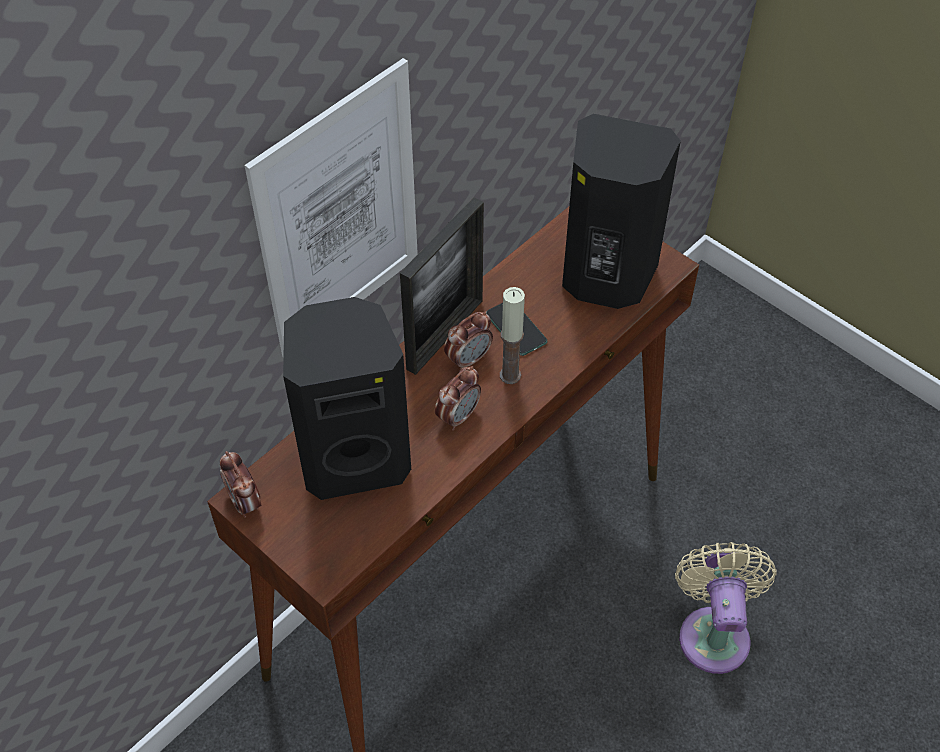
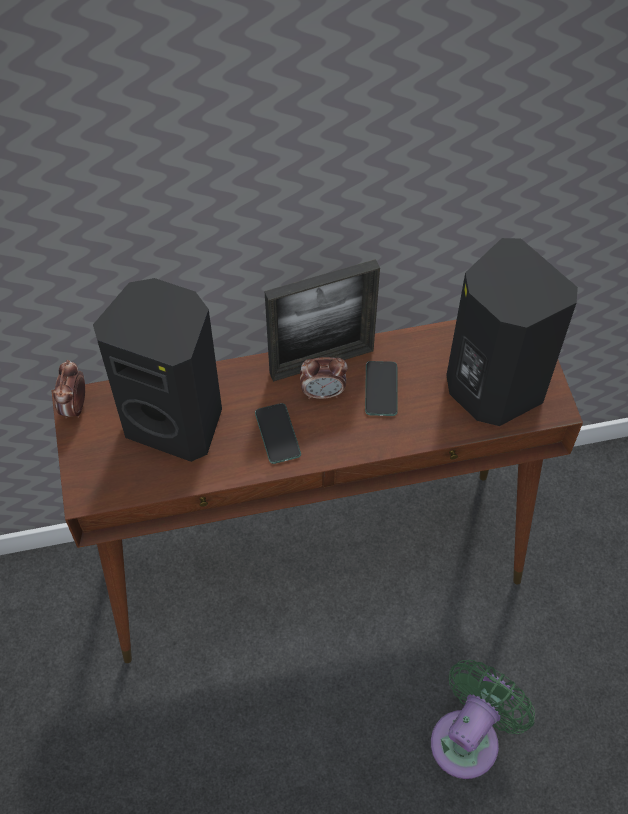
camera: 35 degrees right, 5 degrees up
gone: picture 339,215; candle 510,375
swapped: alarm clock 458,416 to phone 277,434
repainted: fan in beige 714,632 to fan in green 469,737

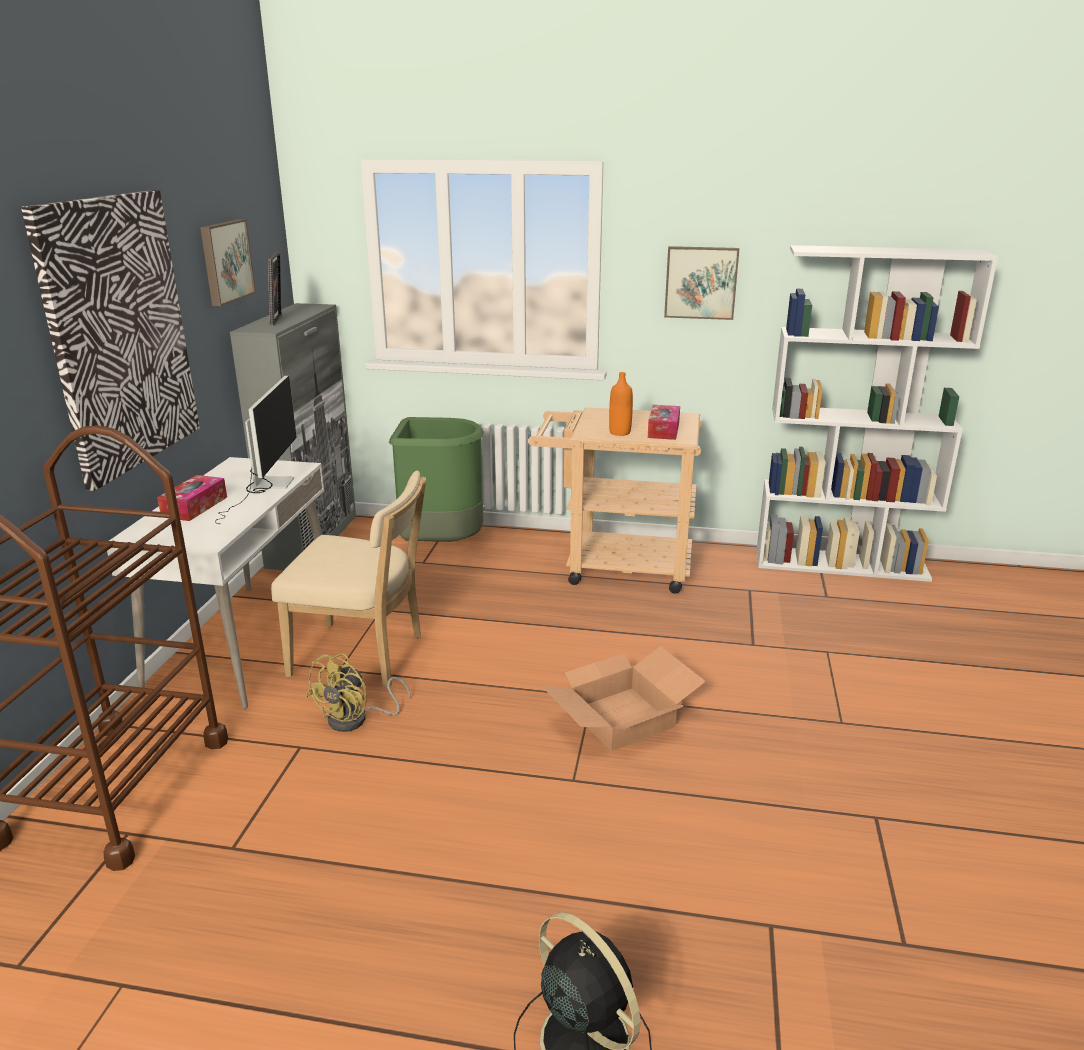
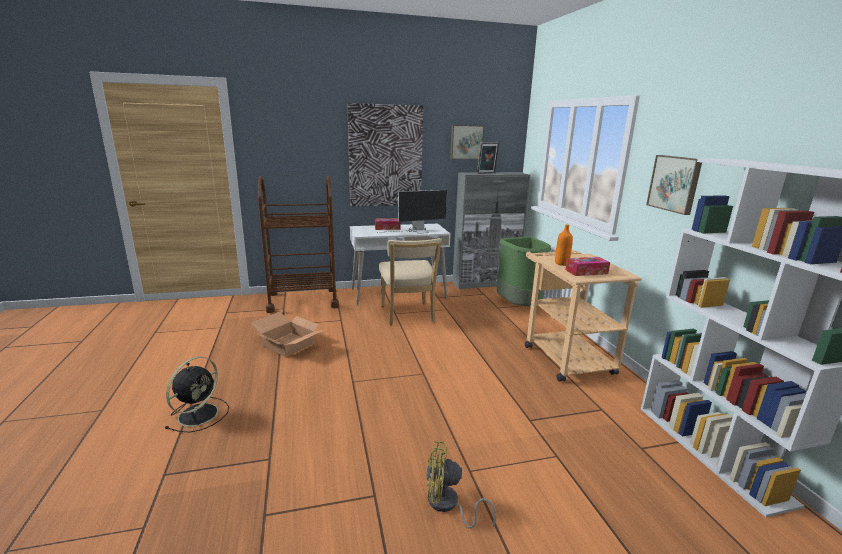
camera: 65 degrees right, 5 degrees down
shifted: cardboard box 622,717 to 289,344; fan in yellow 356,719 to 447,505

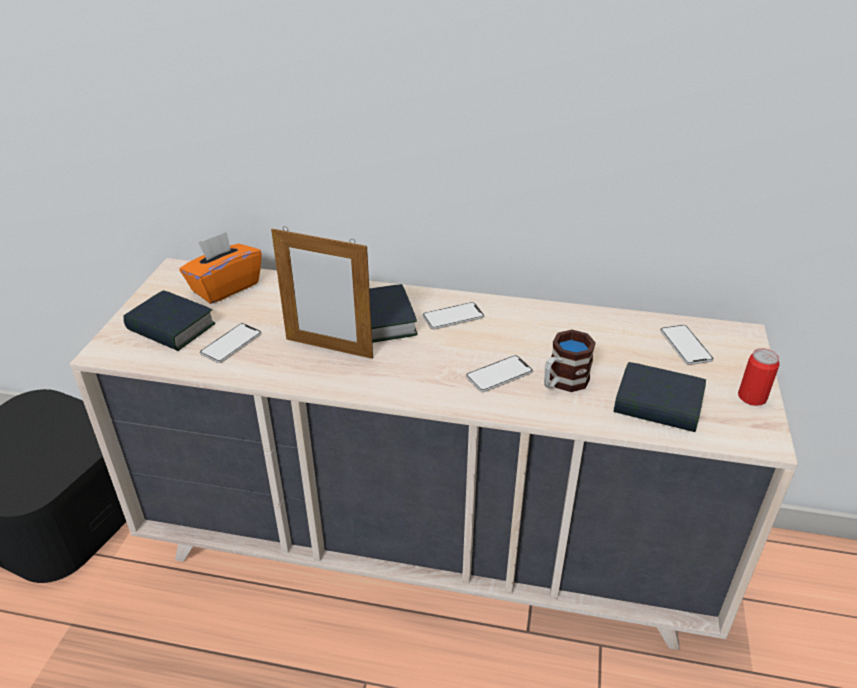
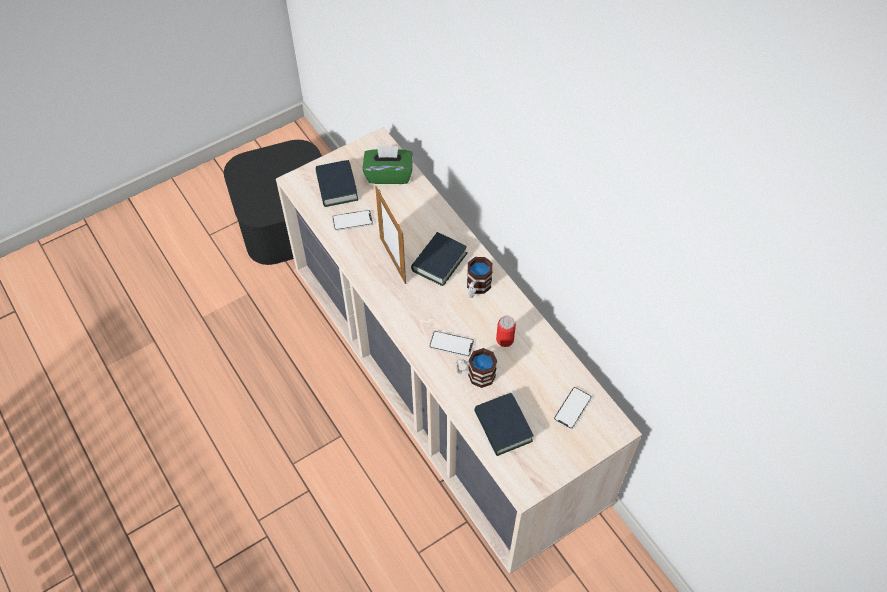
camera: 45 degrees right, 20 degrees up
shifted: can 752,397 to 505,339
swapped: phone 453,317 to mug 476,288
repainted: tissue box in orange 225,287 to tissue box in green 388,174

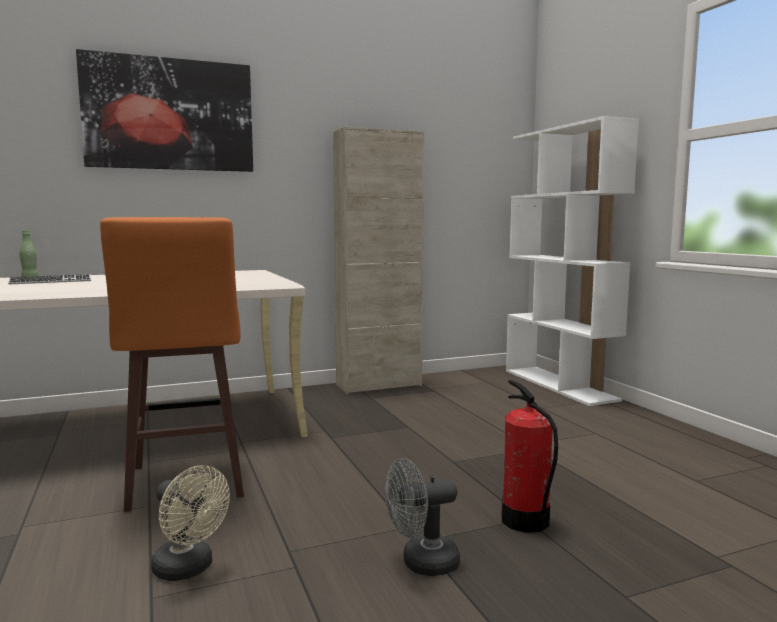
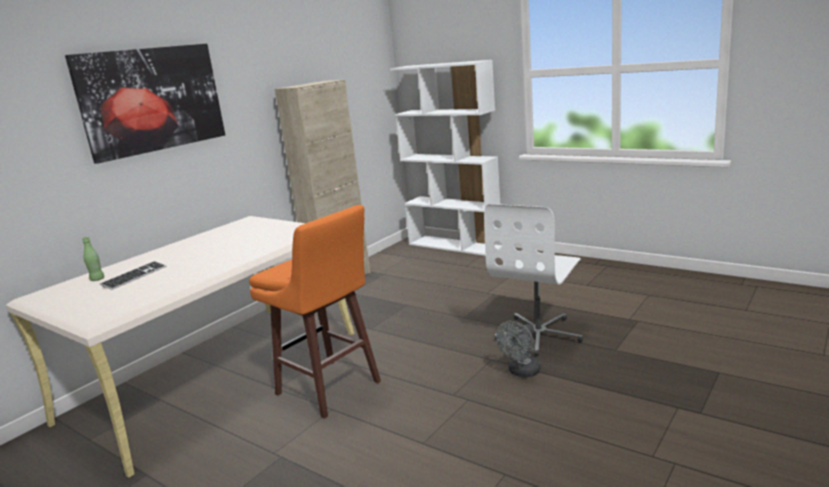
camera: 30 degrees left, 10 degrees up
gone: fan in beige 189,569
swapped: fire extinguisher 525,521 to office chair in white 539,334

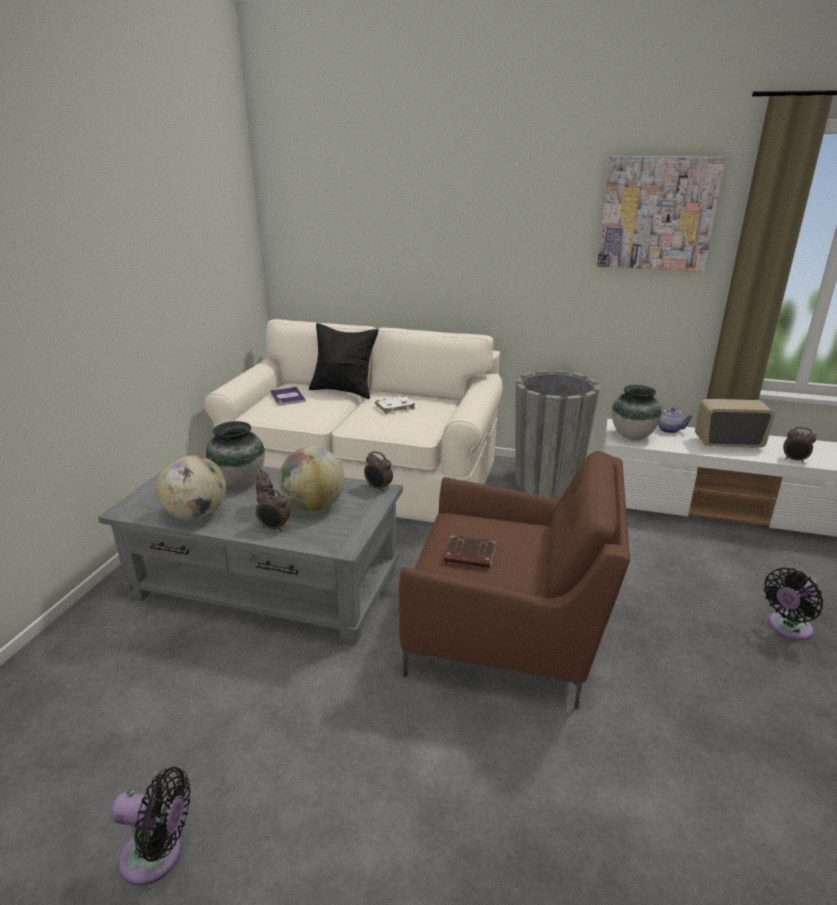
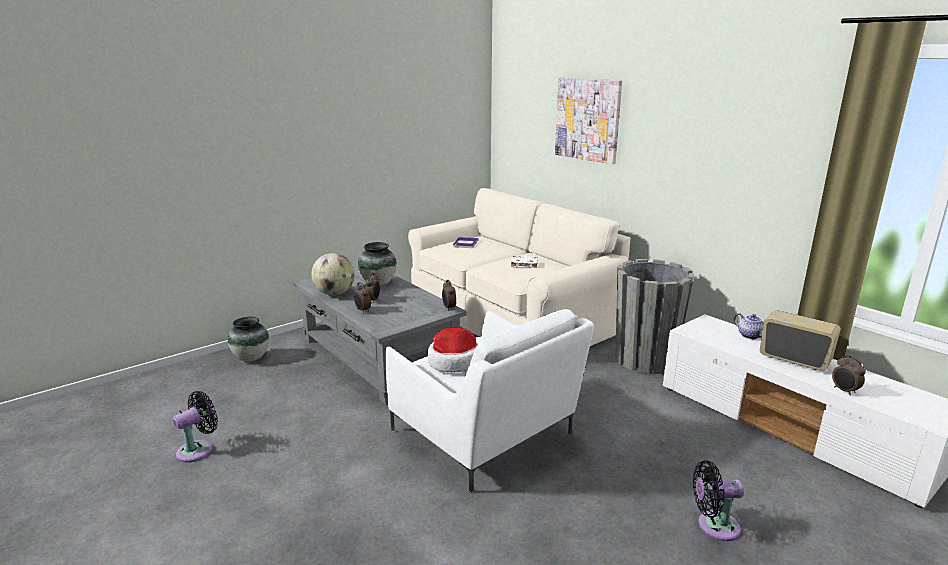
camera: 35 degrees right, 5 degrees down
gone: globe 314,506; pillow in black 344,391
shifted: vase 632,436 to 251,358; picture 657,214 to 587,119
swapped: book in brown 469,556 to hat 454,362
repainted: armchair in brown 510,631 to armchair in white 485,436
rotated: fan in black 158,856 = 198,450 90 degrees counterclockwise

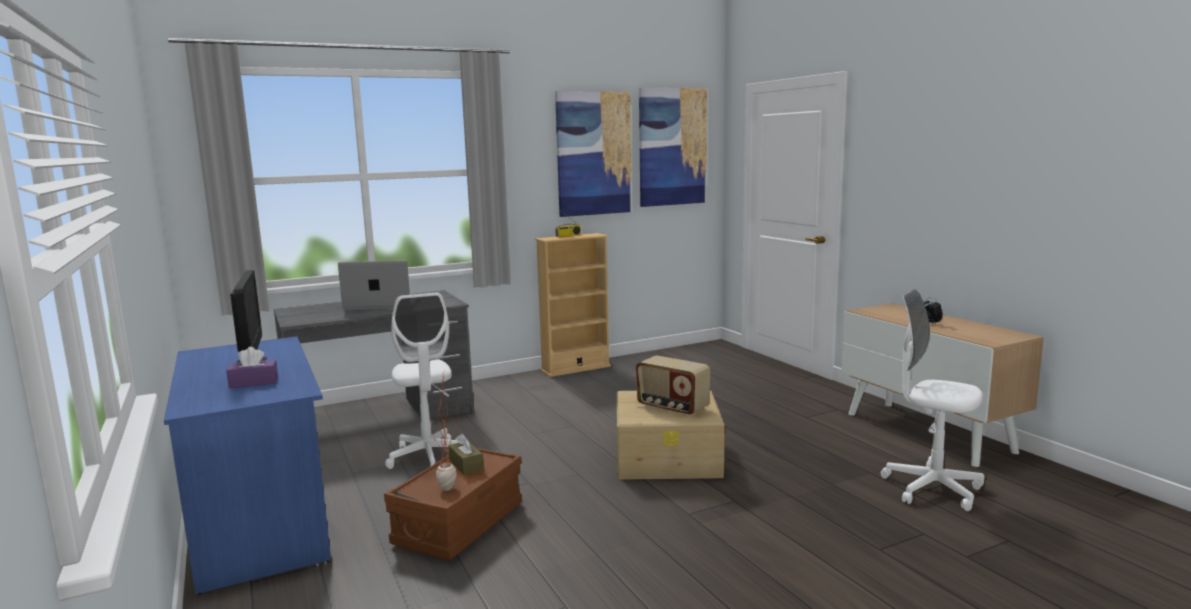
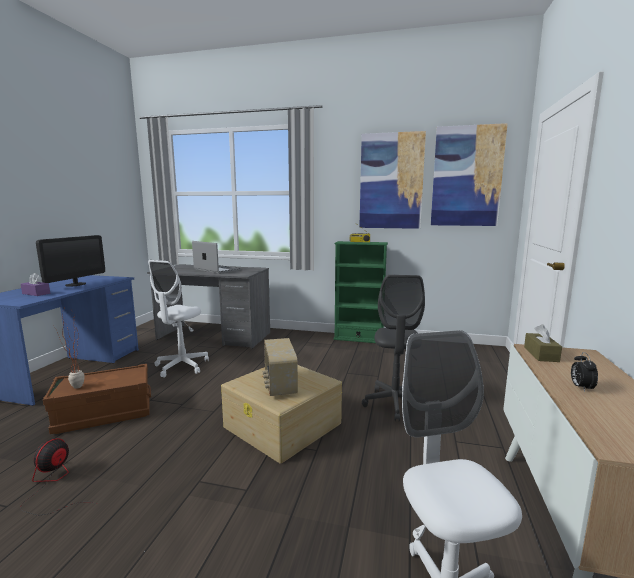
camera: 40 degrees right, 0 degrees up
new: fan 53,484; office chair in grey 395,404
shifted: tissue box in brown 466,465 to 541,354
repainted: bookcase in beige 576,368 to bookcase in green 358,339

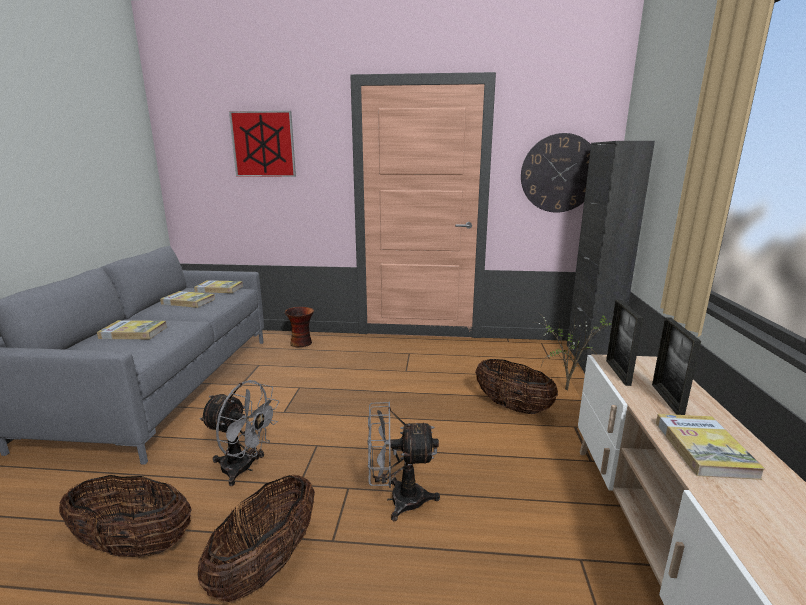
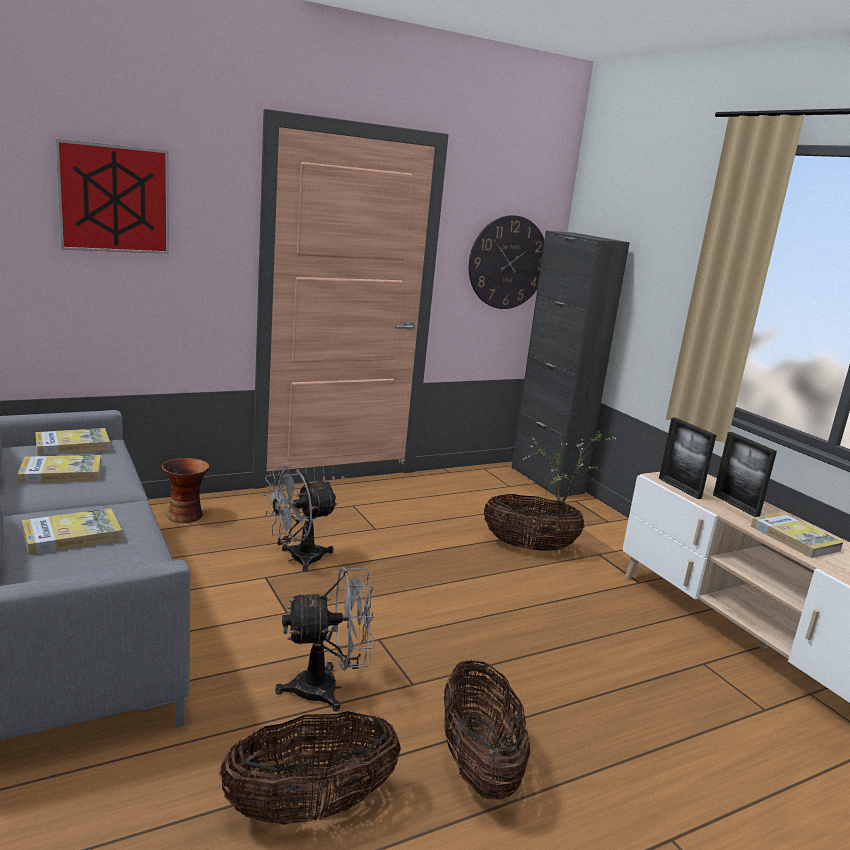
camera: 35 degrees left, 0 degrees up
shifted: fan in grey 398,500 to 298,559

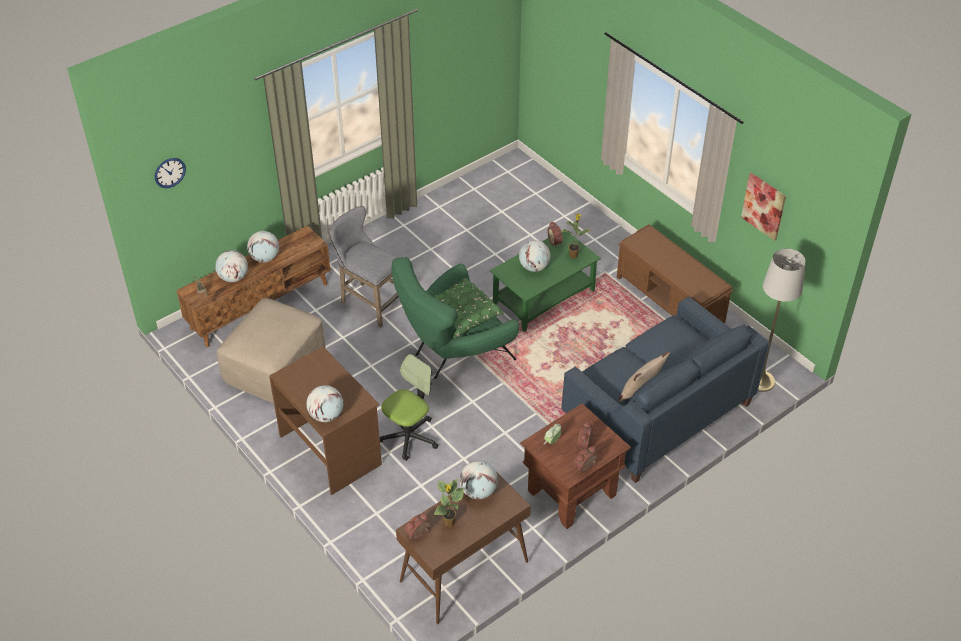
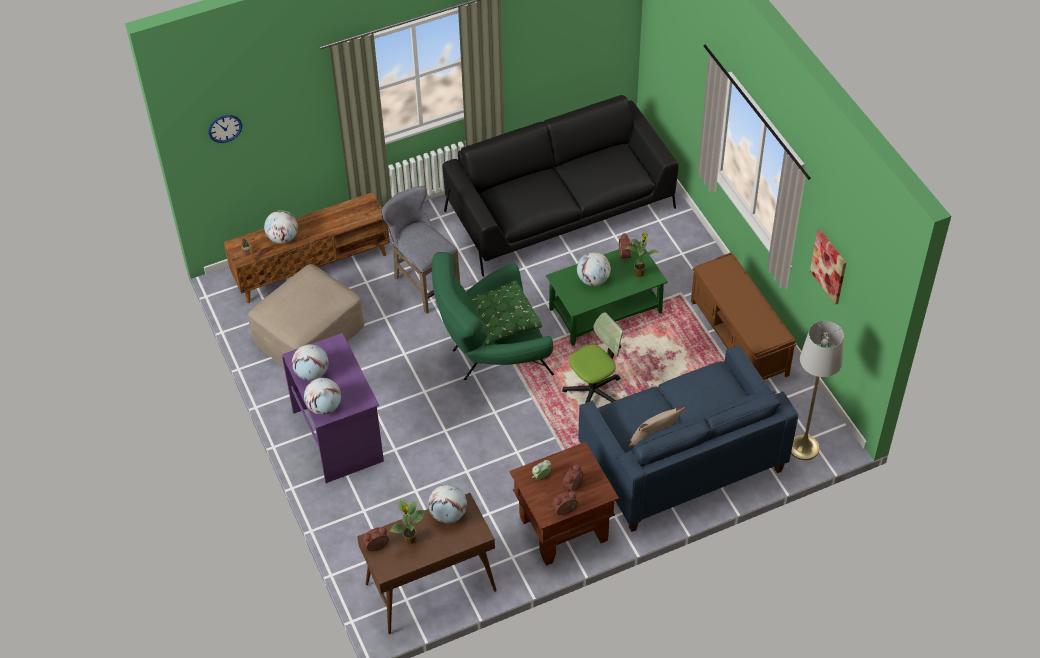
camera: 15 degrees right, 5 degrees up
new: sofa in black 560,209
shifted: globe 265,258 to 312,373; office chair 409,436 to 594,392
repainted: desk in brown 331,450 to desk in purple 339,436

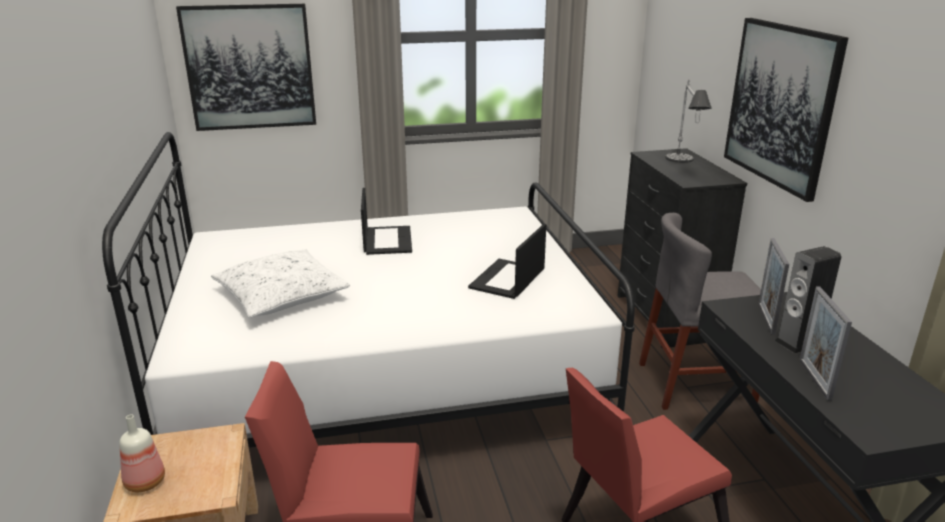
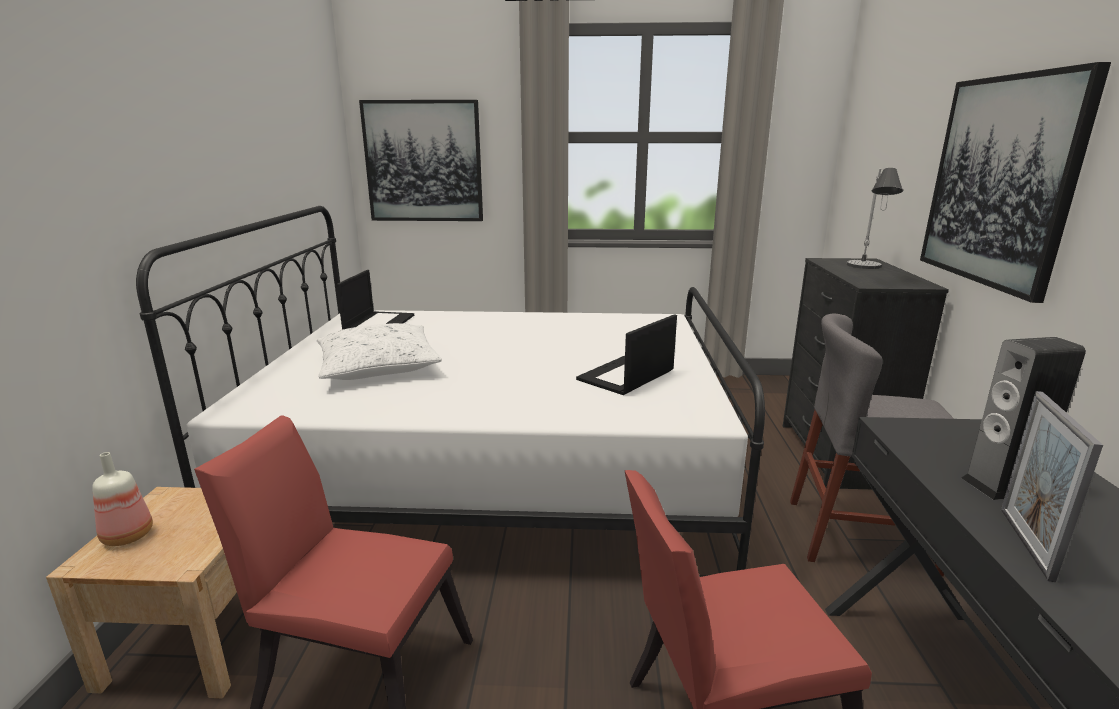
camera: 15 degrees right, 5 degrees down
gone: picture frame 766,318
shifted: laptop 387,240 to 379,323

